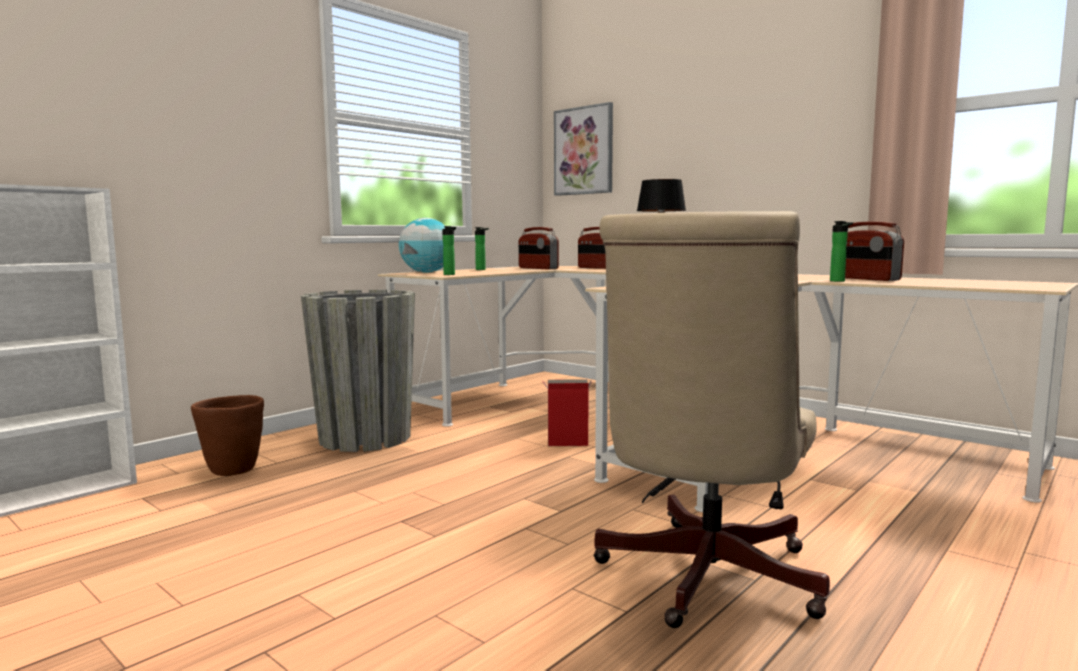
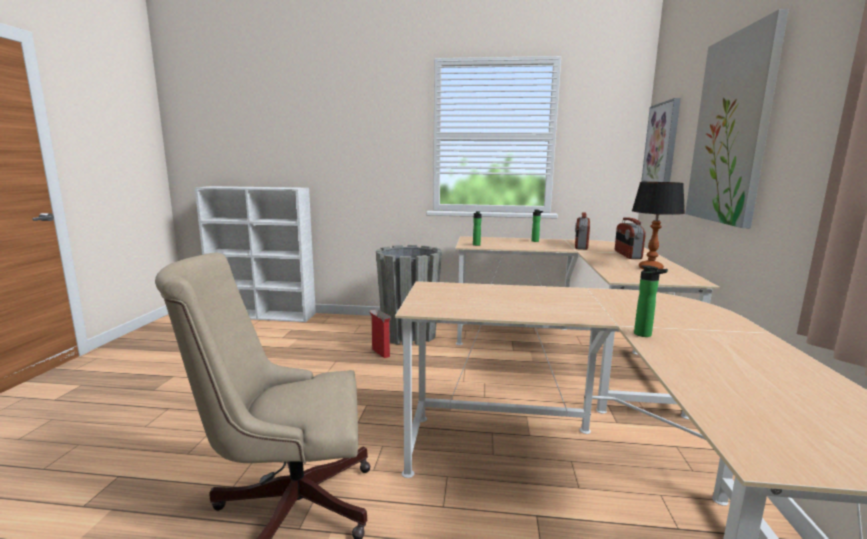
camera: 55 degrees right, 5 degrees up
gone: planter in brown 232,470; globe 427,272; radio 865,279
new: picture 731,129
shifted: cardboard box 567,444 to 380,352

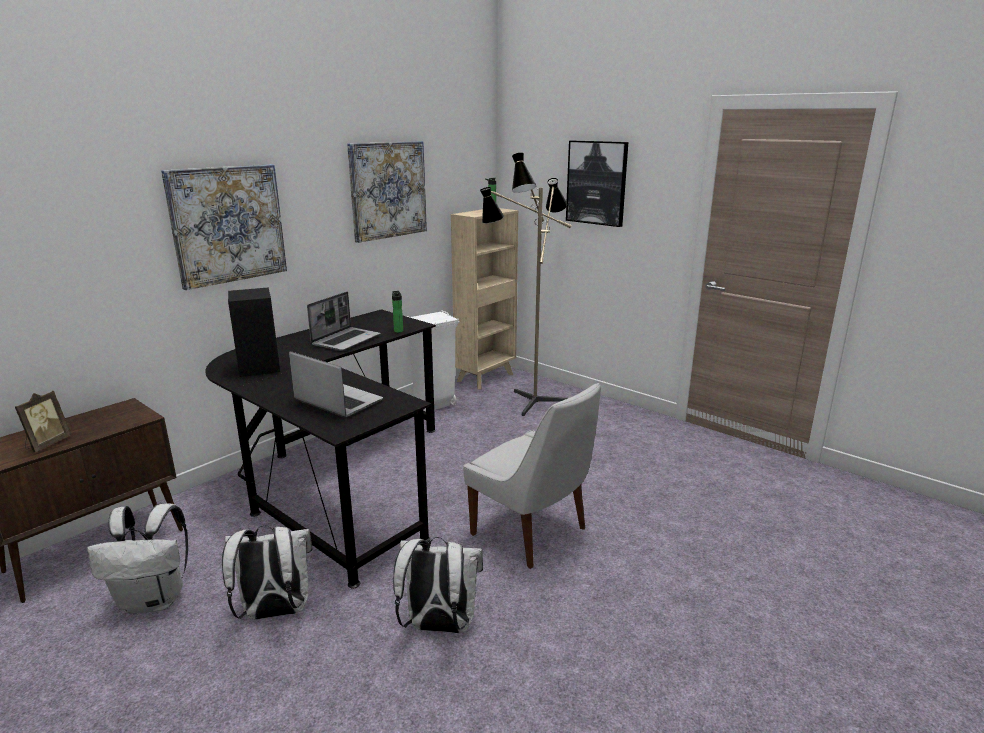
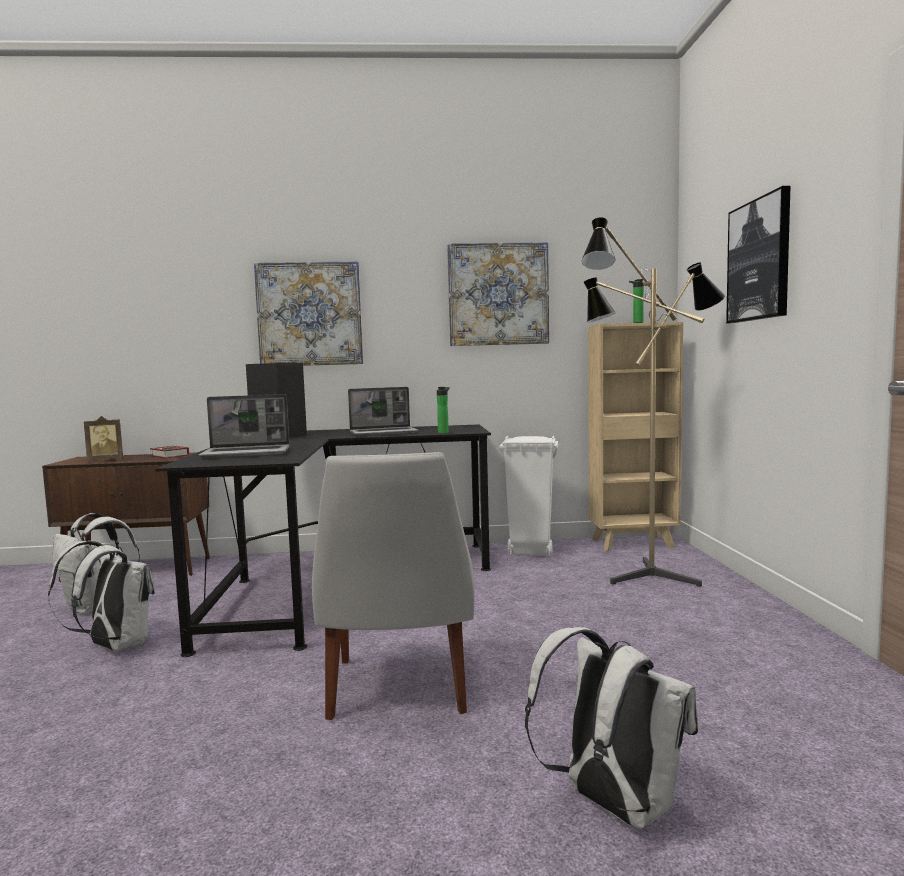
camera: 45 degrees right, 15 degrees down
new: book 169,456
shifted: backpack in white 439,626 to 611,804
rotated: laptop 337,401 = 248,453 90 degrees clockwise

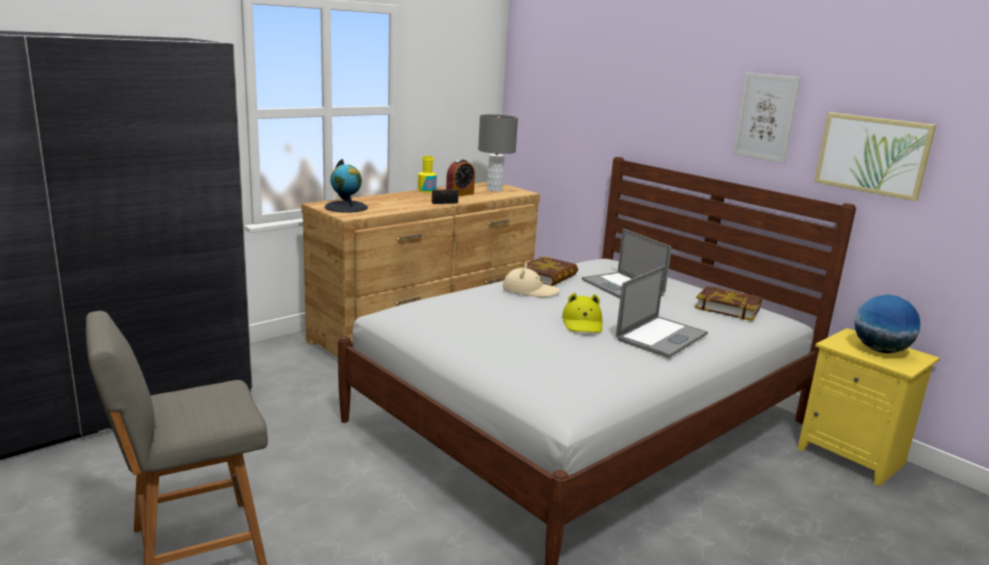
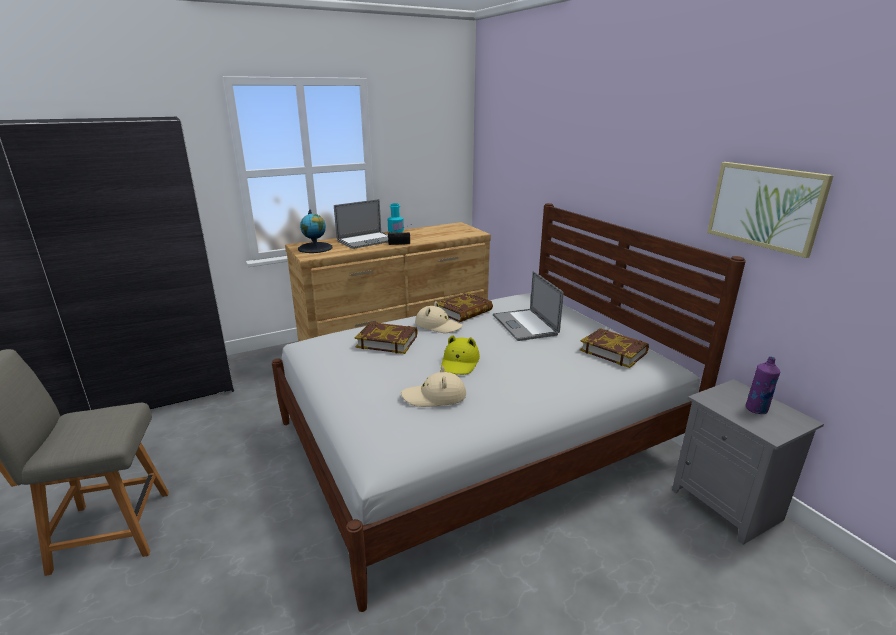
camera: 15 degrees right, 5 degrees up
gone: alarm clock 460,194; table lamp in grey 494,190; picture 765,117
new: book 387,341; hat in beige 434,396
shifted: laptop 661,337 to 367,241
swapped: globe 880,350 to bottle in purple 756,409
repainted: bottle in yellow 427,191 to bottle in turquoise 396,232; nightstand in yellow 853,456 to nightstand in grey 728,505

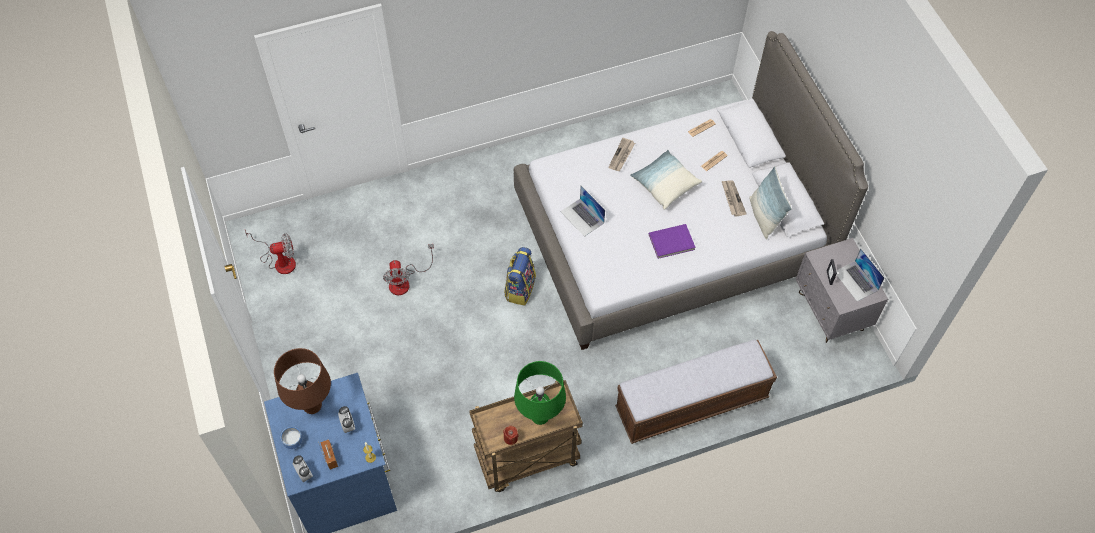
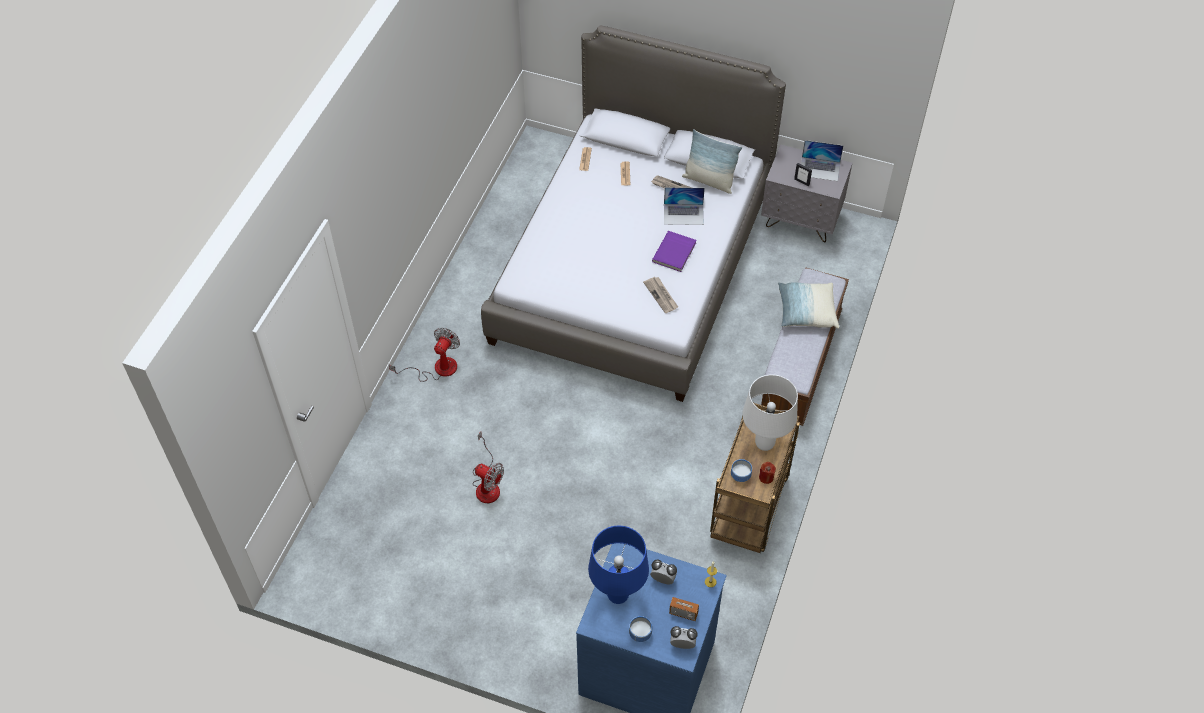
camera: 50 degrees left, 5 degrees down
gone: backpack 520,288
new: bowl 740,475
shifted: fan 279,261 to 437,369; newspaper 621,156 to 661,295; laptop 582,217 to 683,214; pillow 664,184 to 806,312
repainted: table lamp in brown 312,406 to table lamp in blue 617,595; table lamp in green 539,417 to table lamp in white 764,444

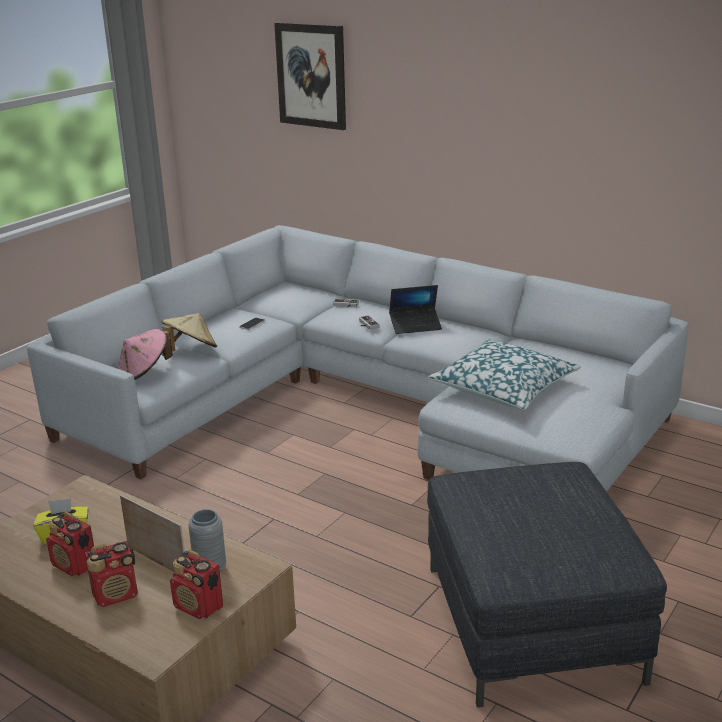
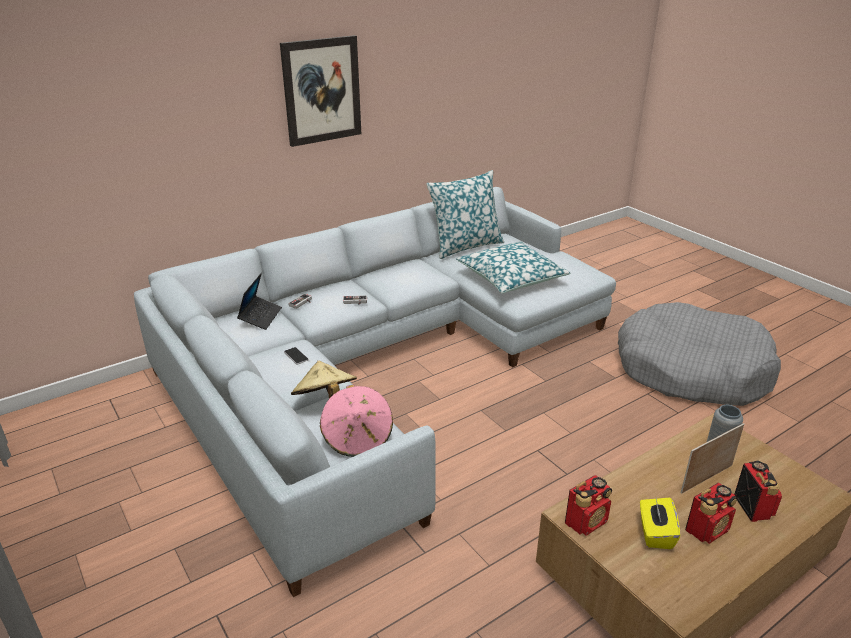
camera: 70 degrees left, 5 degrees up
new: pillow 465,246
shifted: laptop 415,326 to 260,317; picture 311,75 to 322,90; radio 199,607 to 586,522
swapped: ottoman in grey 532,622 to dog bed in grey 691,370

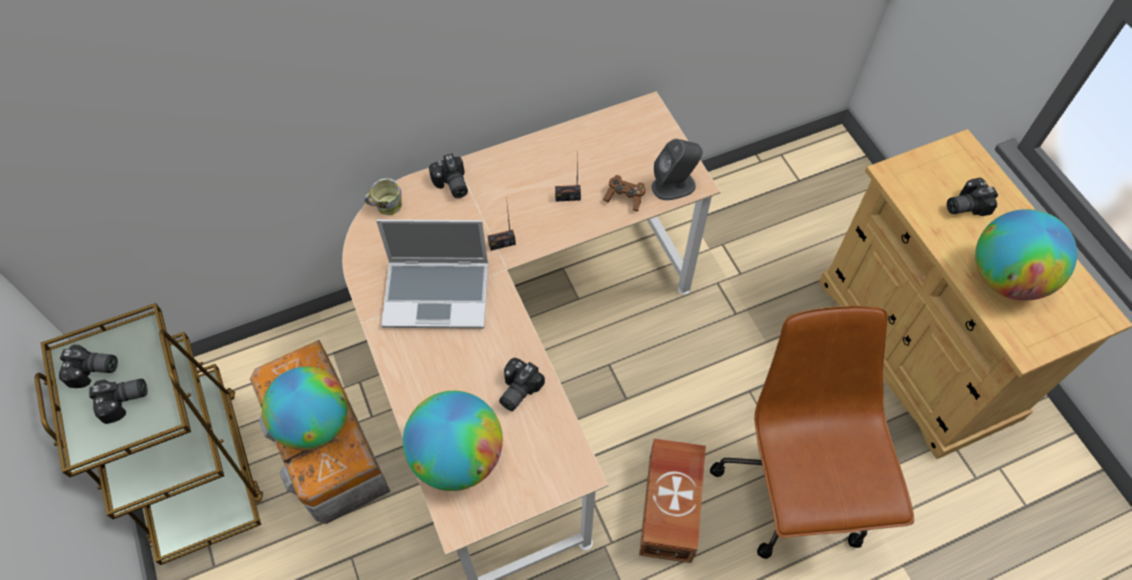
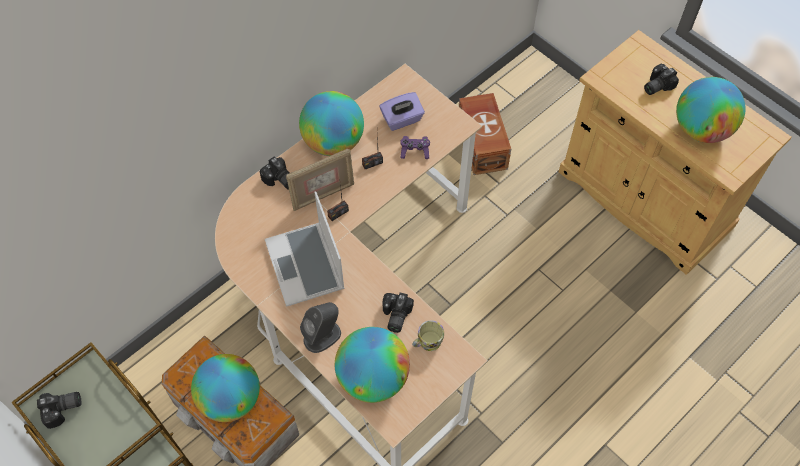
camera: 20 degrees left, 0 degrees up
gone: photo camera 125,402; office chair in brown 795,488
new: picture frame 322,195; globe 333,142; tissue box in purple 402,120
shifted: speaker in grey 674,186 to 322,336; mug 385,205 to 427,342; storage box in brown 671,506 to 483,143
repainted: game controller in brown 625,197 to game controller in purple 415,151
rotated: laptop 438,294 = 306,266 90 degrees clockwise

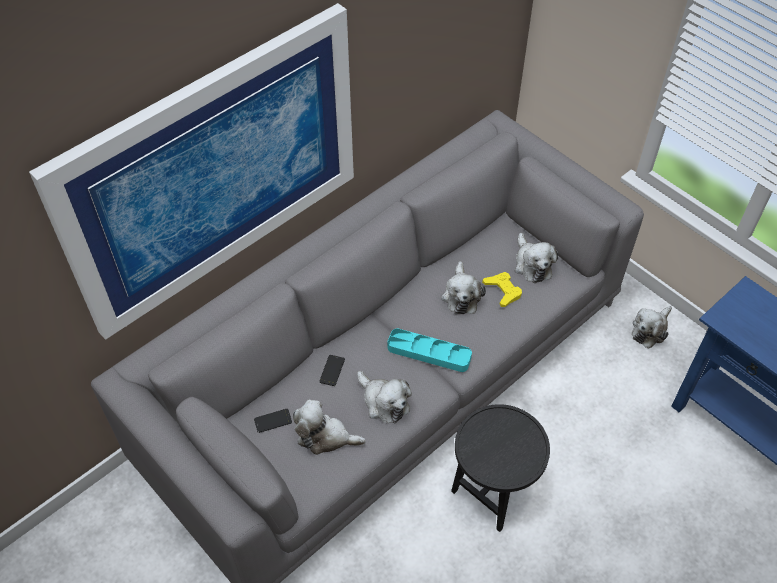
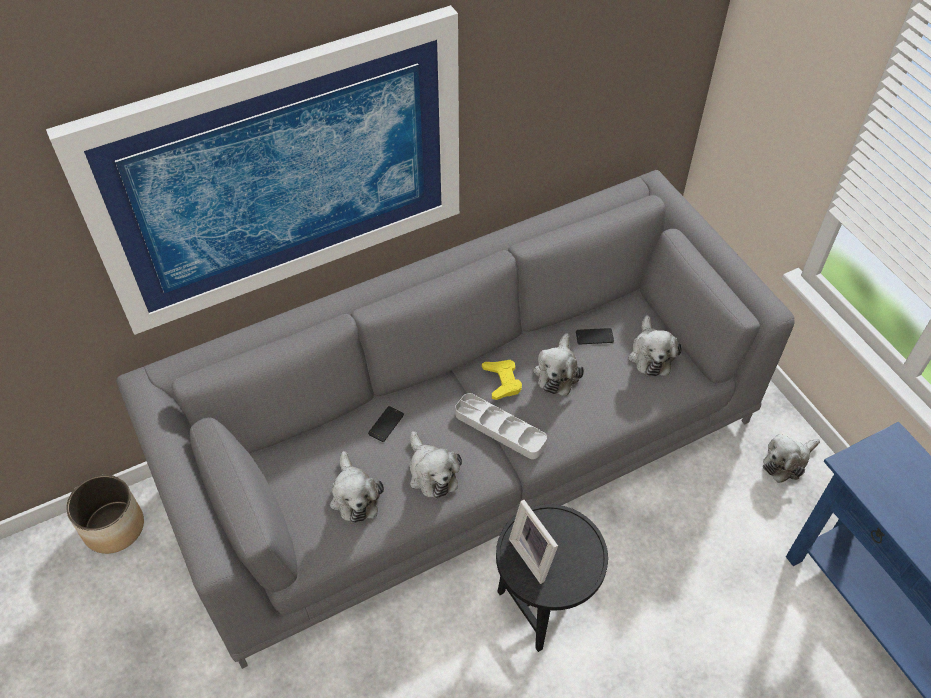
camera: 15 degrees right, 0 degrees up
new: planter 114,526; picture frame 535,555
shifted: game controller in yellow 502,291 to 502,381; phone 273,421 to 594,337
repainted: tray in turquoise 429,353 to tray in grey 500,429
rotated: plush toy 325,436 = 354,495 135 degrees counterclockwise

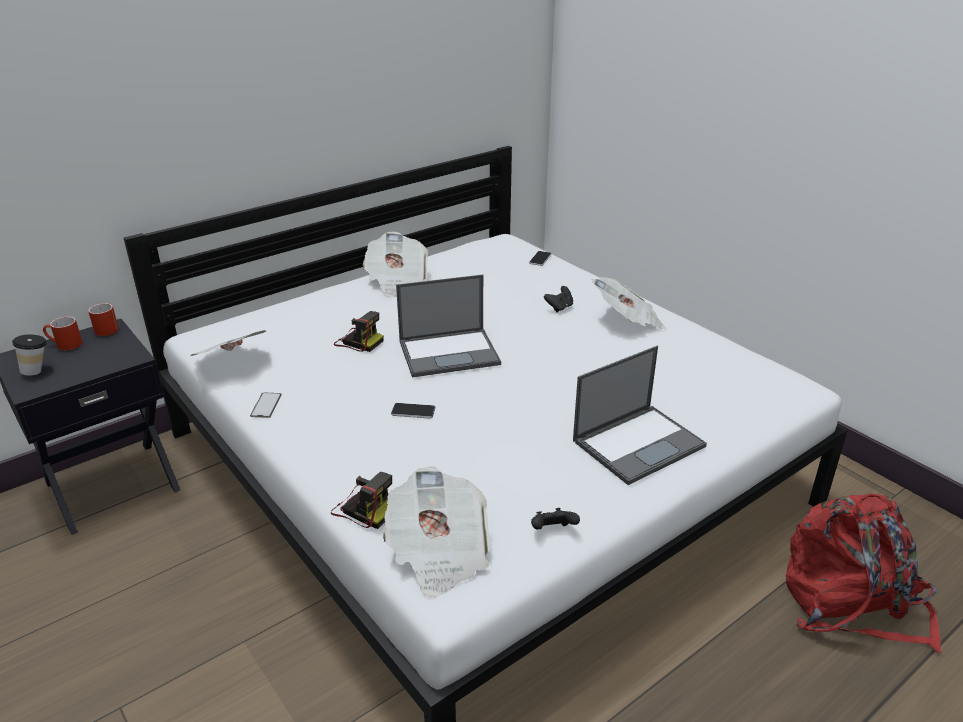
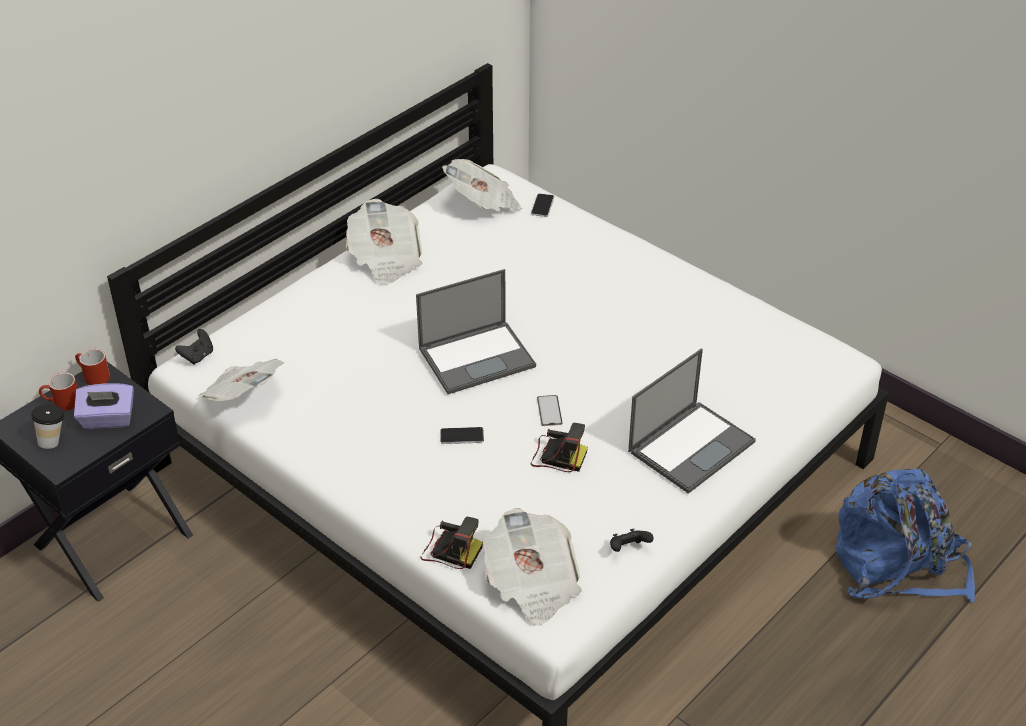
camera: 10 degrees left, 10 degrees up
new: tissue box in purple 108,420
shifted: game controller in black 559,308 to 198,356; newspaper 627,321 to 483,204; photo camera 358,341 to 557,456; phone 266,405 to 549,411
repainted: backpack in red 851,602 to backpack in blue 897,564

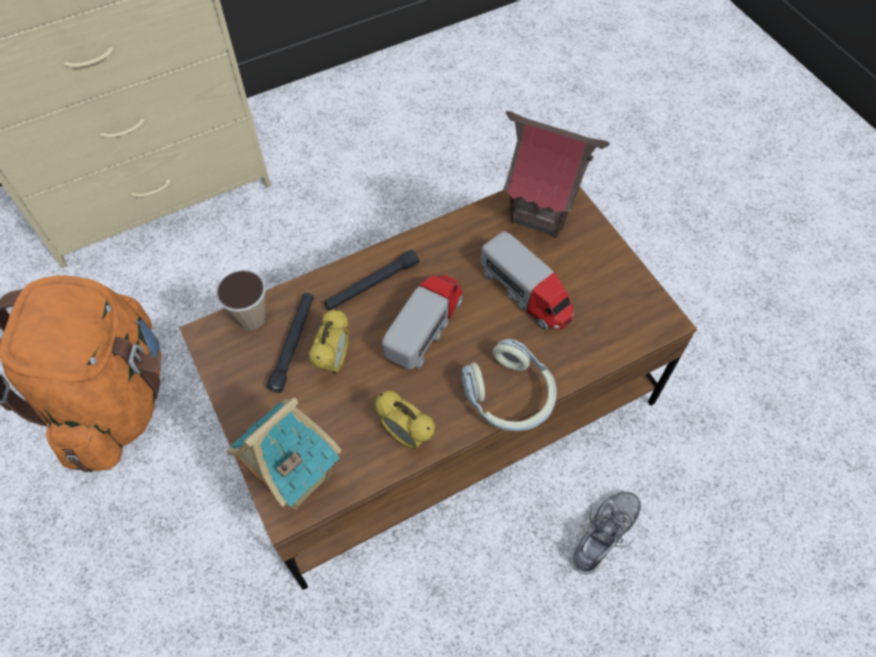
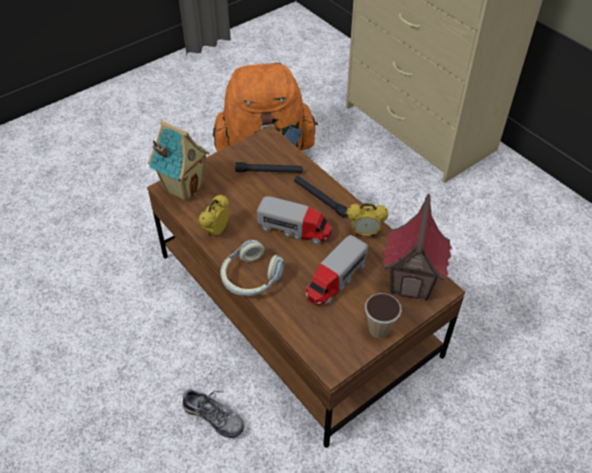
camera: 80 degrees right, 10 degrees down
shifted: alarm clock 334,361 to 365,233; cup 251,318 to 379,329

